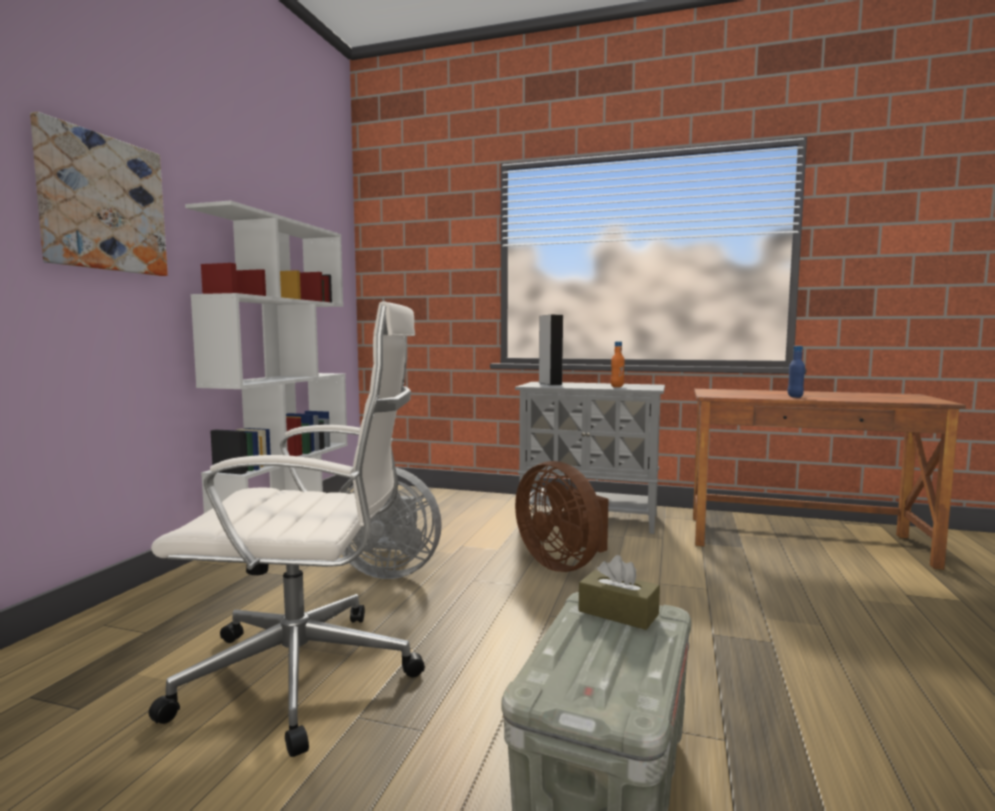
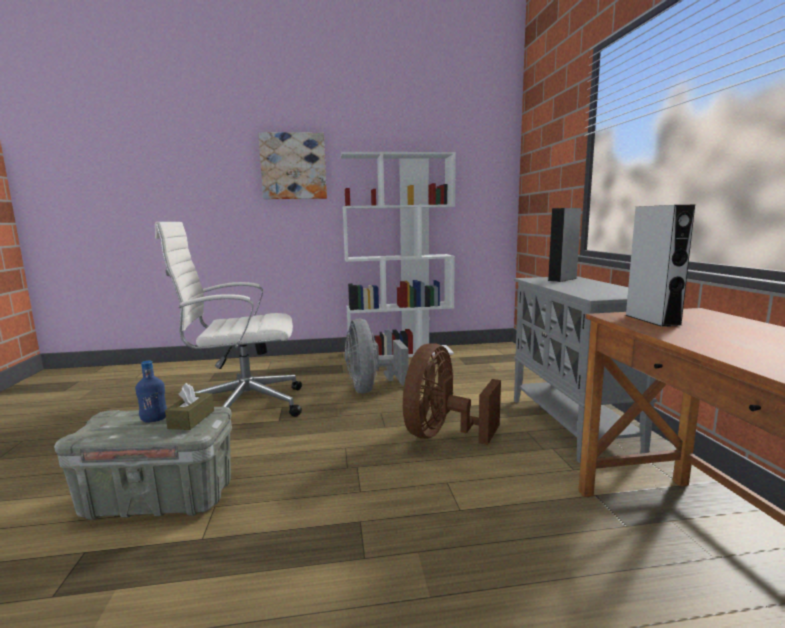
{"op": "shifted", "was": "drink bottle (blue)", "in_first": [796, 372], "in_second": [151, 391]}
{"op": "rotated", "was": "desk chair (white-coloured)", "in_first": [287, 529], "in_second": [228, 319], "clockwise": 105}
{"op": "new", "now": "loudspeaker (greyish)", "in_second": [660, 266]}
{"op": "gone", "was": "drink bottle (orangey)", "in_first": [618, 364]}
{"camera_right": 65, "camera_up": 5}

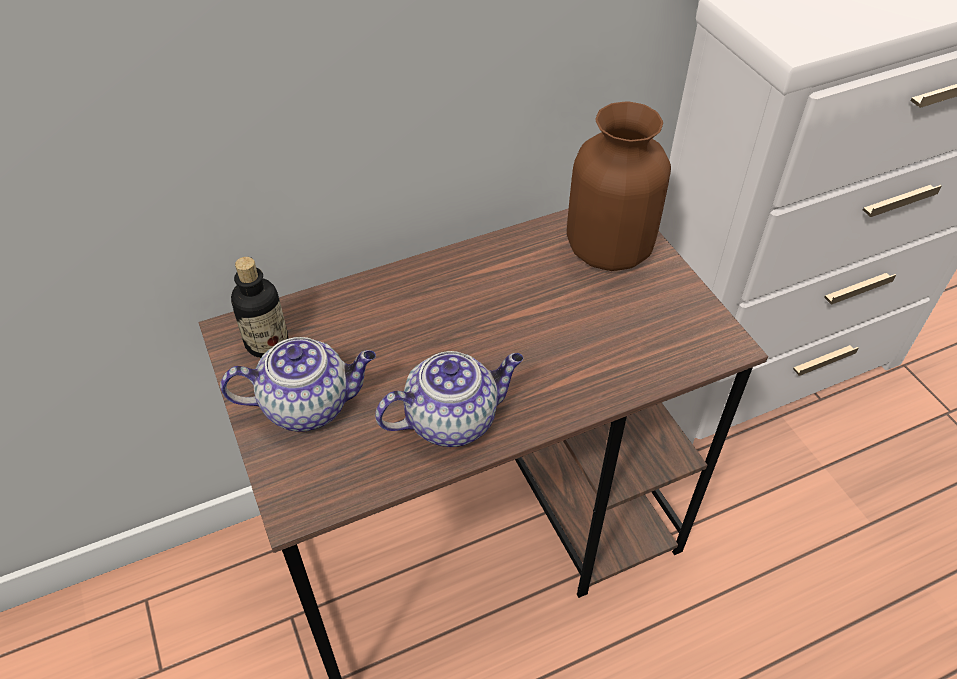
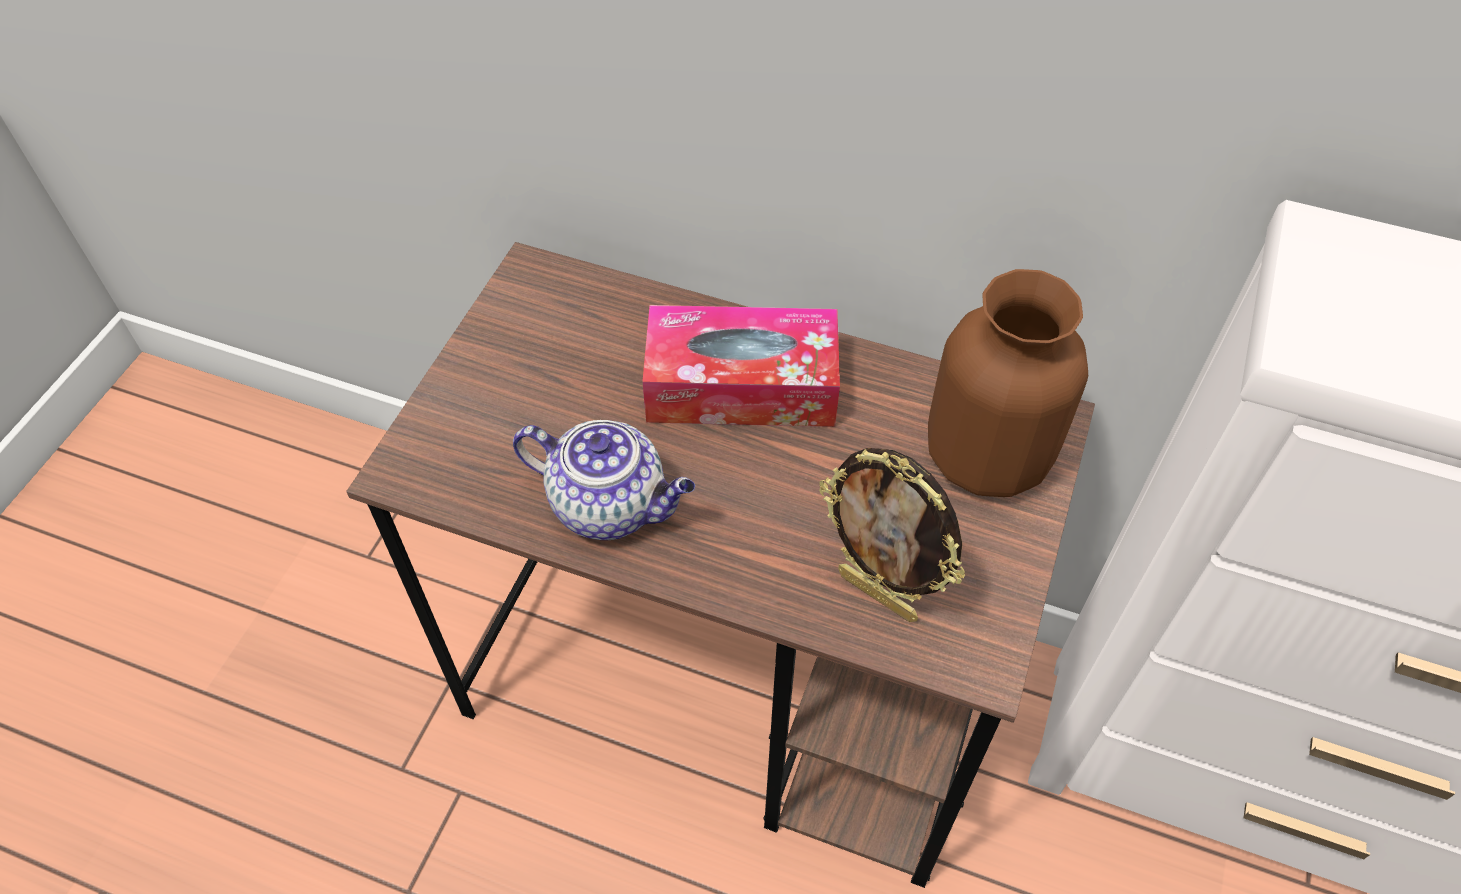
{"op": "new", "now": "box of tissues", "in_second": [741, 366]}
{"op": "new", "now": "photo frame", "in_second": [892, 535]}
{"op": "gone", "was": "pot for tea", "in_first": [298, 384]}
{"op": "gone", "was": "drink bottle", "in_first": [259, 307]}
{"camera_right": 45, "camera_up": 5}

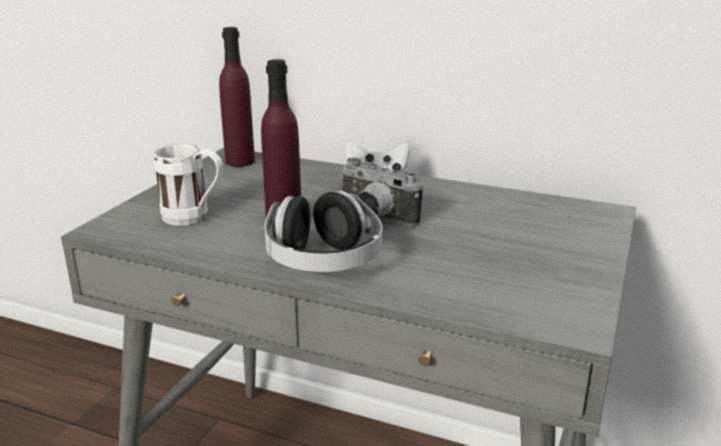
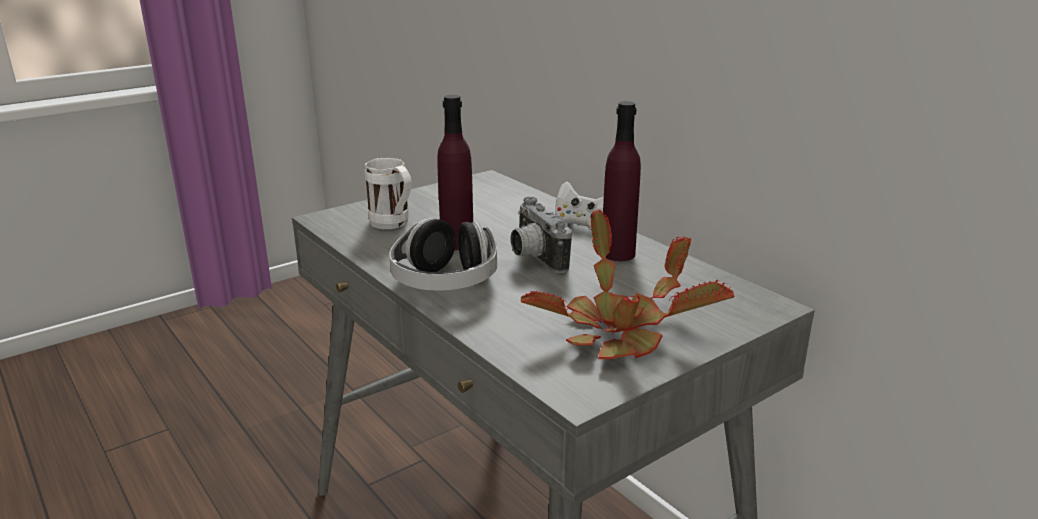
{"op": "new", "now": "houseplant", "in_second": [627, 284]}
{"op": "shifted", "was": "drink bottle (purple)", "in_first": [237, 97], "in_second": [622, 181]}
{"camera_right": 30, "camera_up": 0}

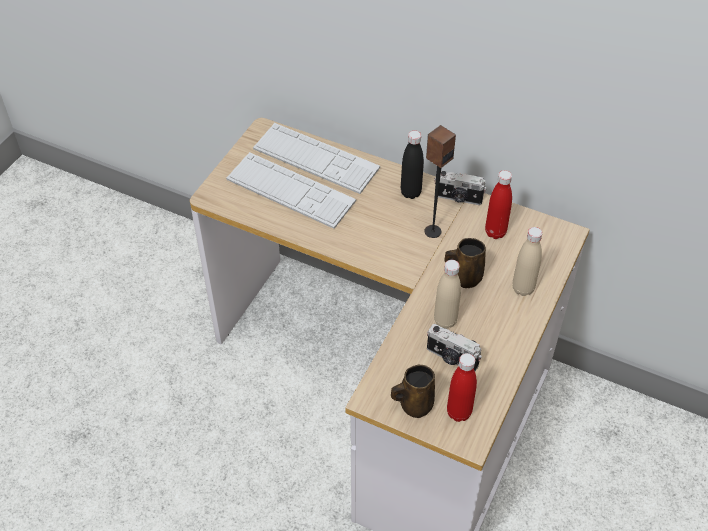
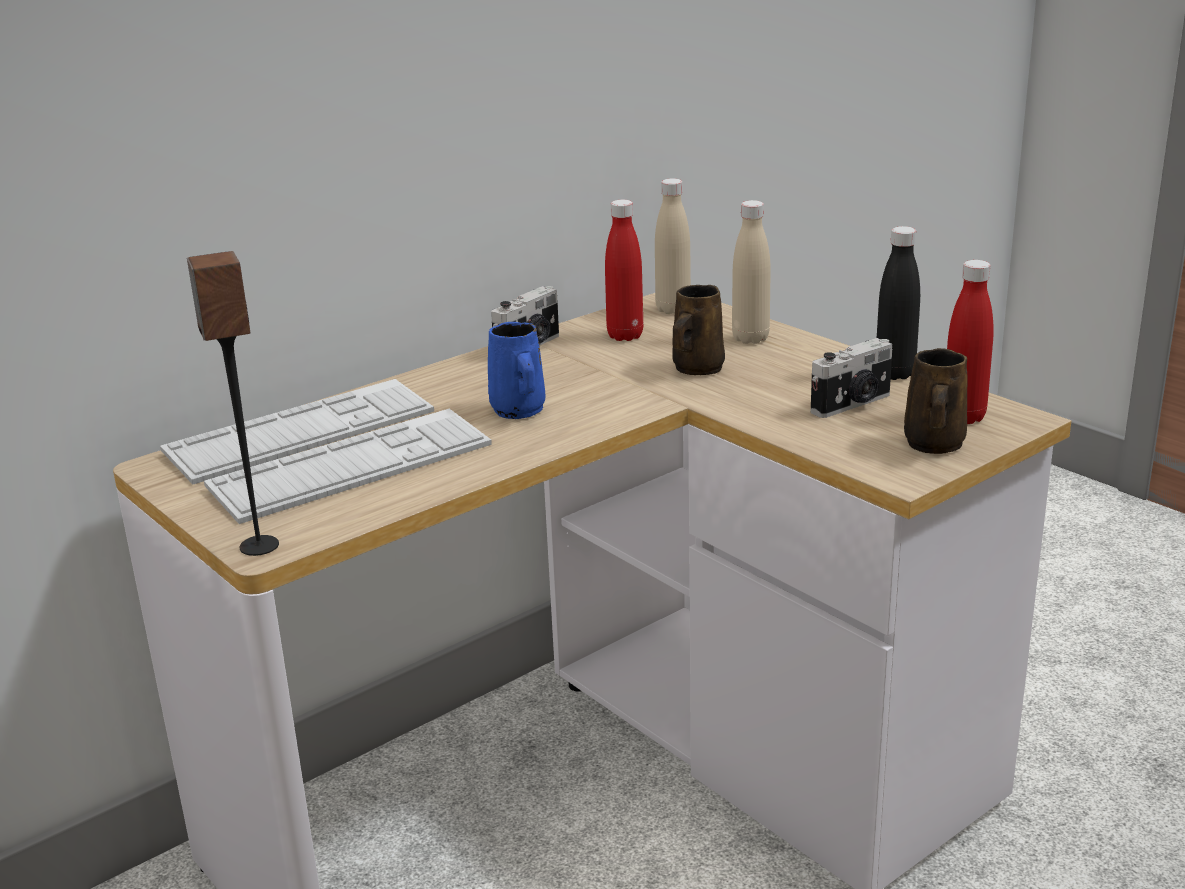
{"op": "shifted", "was": "loudspeaker", "in_first": [440, 181], "in_second": [233, 403]}
{"op": "new", "now": "mug (blue)", "in_second": [516, 370]}
{"op": "shifted", "was": "drink bottle (beige-coloured)", "in_first": [447, 294], "in_second": [673, 246]}
{"op": "shifted", "was": "drink bottle (blackish)", "in_first": [412, 164], "in_second": [898, 303]}
{"camera_right": -65, "camera_up": -25}

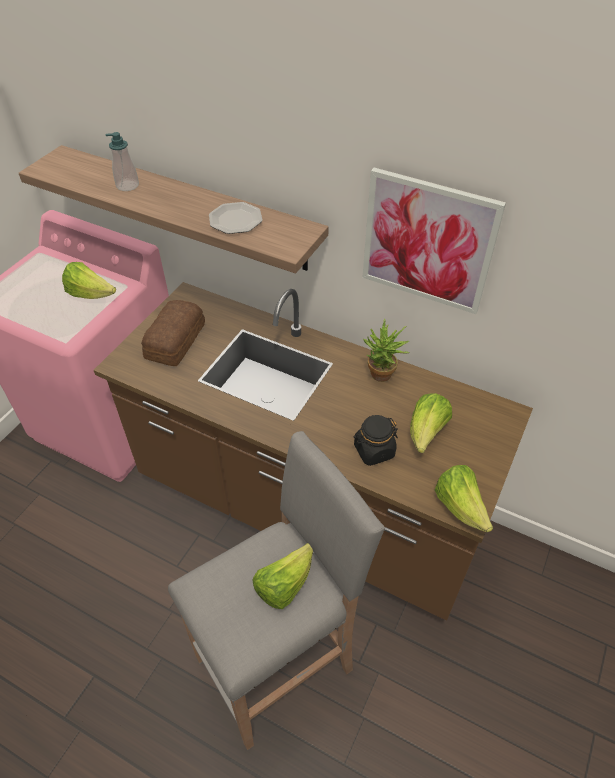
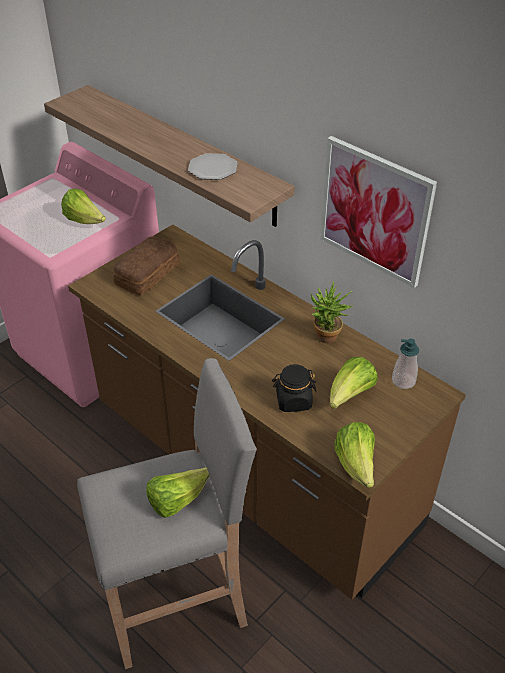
{"op": "shifted", "was": "soap bottle", "in_first": [122, 161], "in_second": [405, 363]}
{"camera_right": 15, "camera_up": -5}

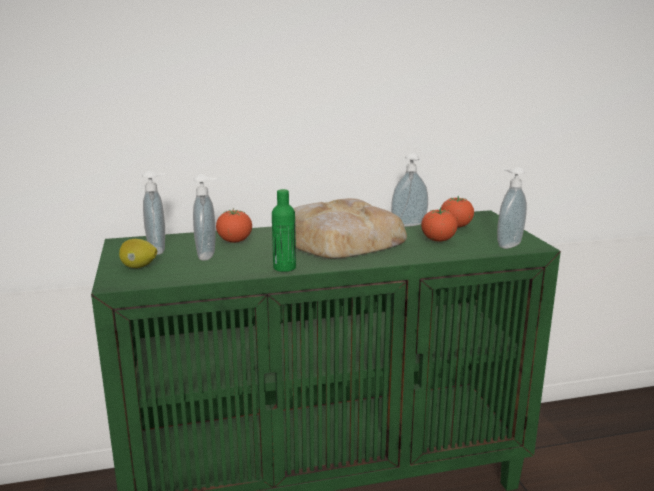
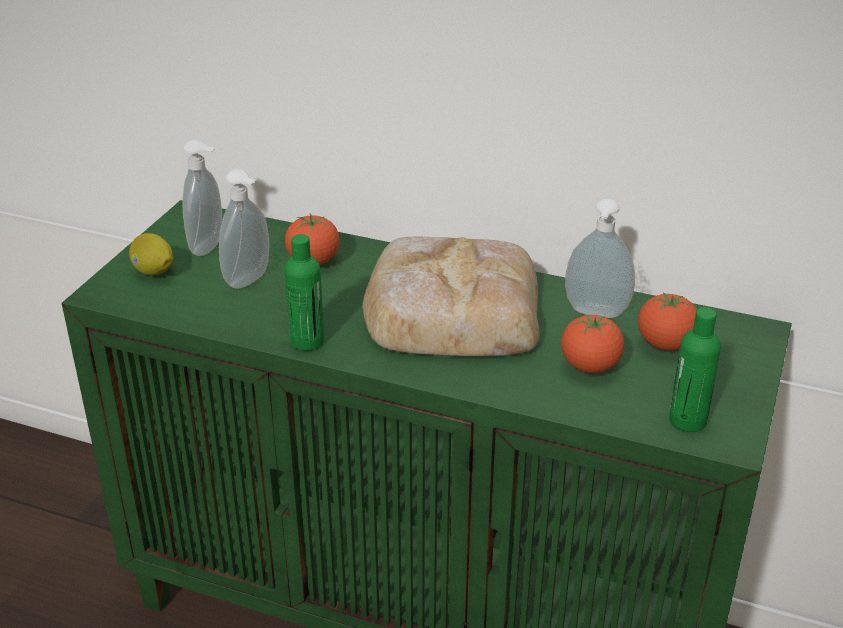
{"op": "swapped", "was": "soap bottle", "now": "drink bottle (greenish)", "in_first": [512, 208], "in_second": [695, 369]}
{"camera_right": 35, "camera_up": 15}

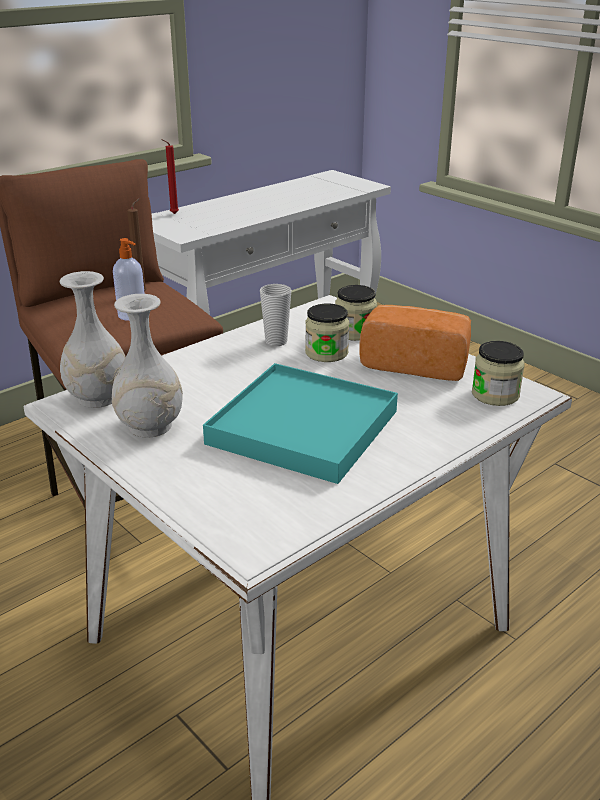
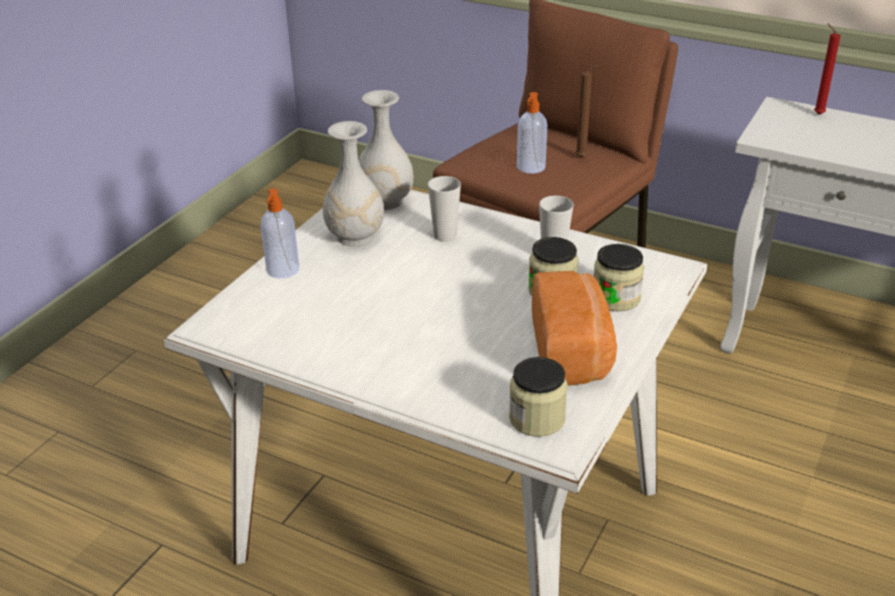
{"op": "new", "now": "soap bottle", "in_second": [279, 233]}
{"op": "new", "now": "small cup", "in_second": [444, 208]}
{"op": "gone", "was": "serving tray (turquoise)", "in_first": [300, 423]}
{"camera_right": 70, "camera_up": 5}

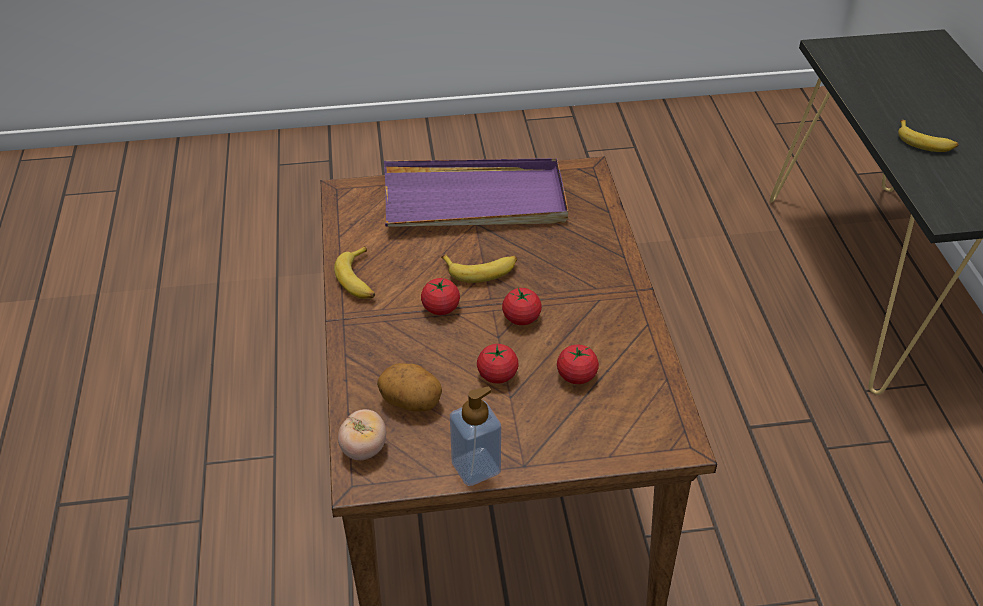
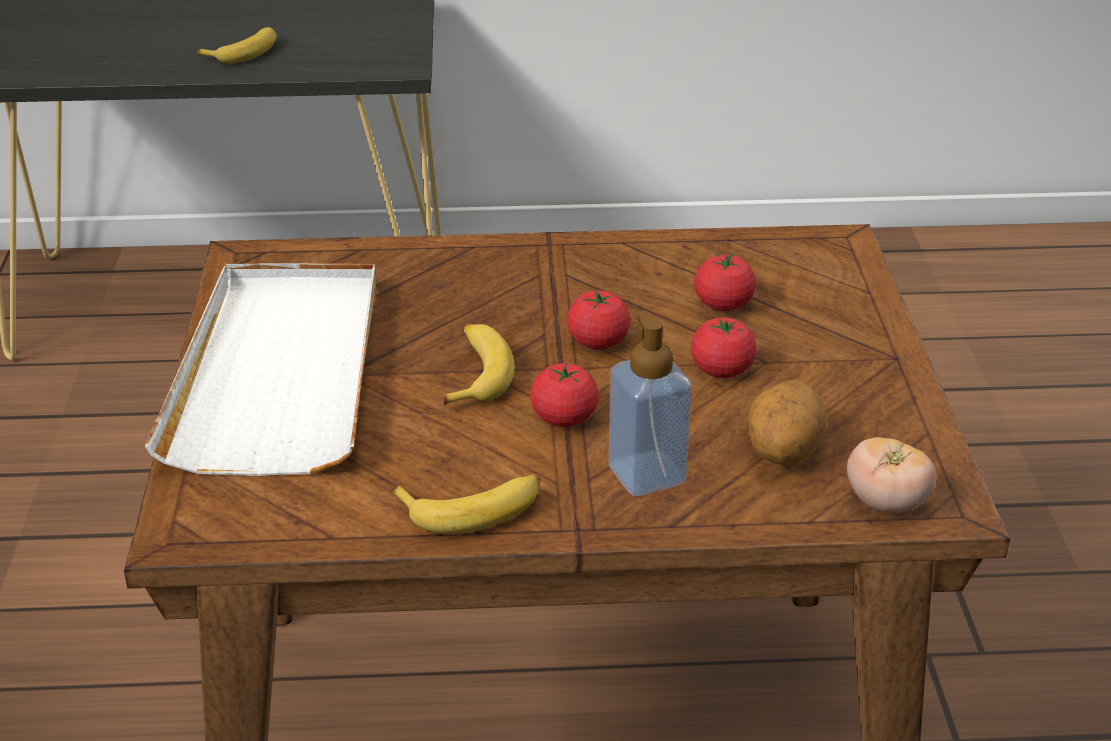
{"op": "repainted", "was": "serving tray (purple)", "now": "serving tray (white-coloured)", "in_first": [476, 192], "in_second": [260, 369]}
{"op": "shifted", "was": "soap bottle", "in_first": [475, 436], "in_second": [650, 403]}
{"camera_right": -85, "camera_up": -10}

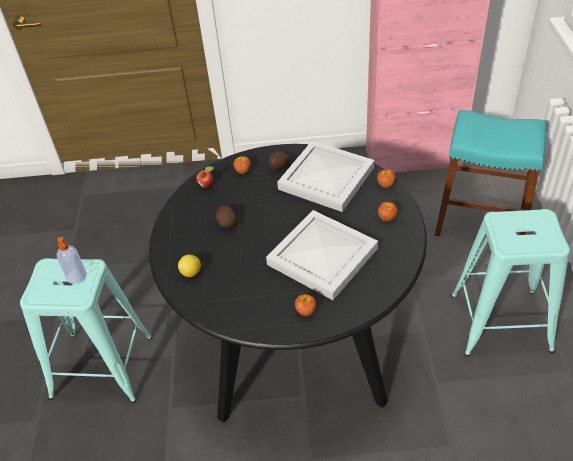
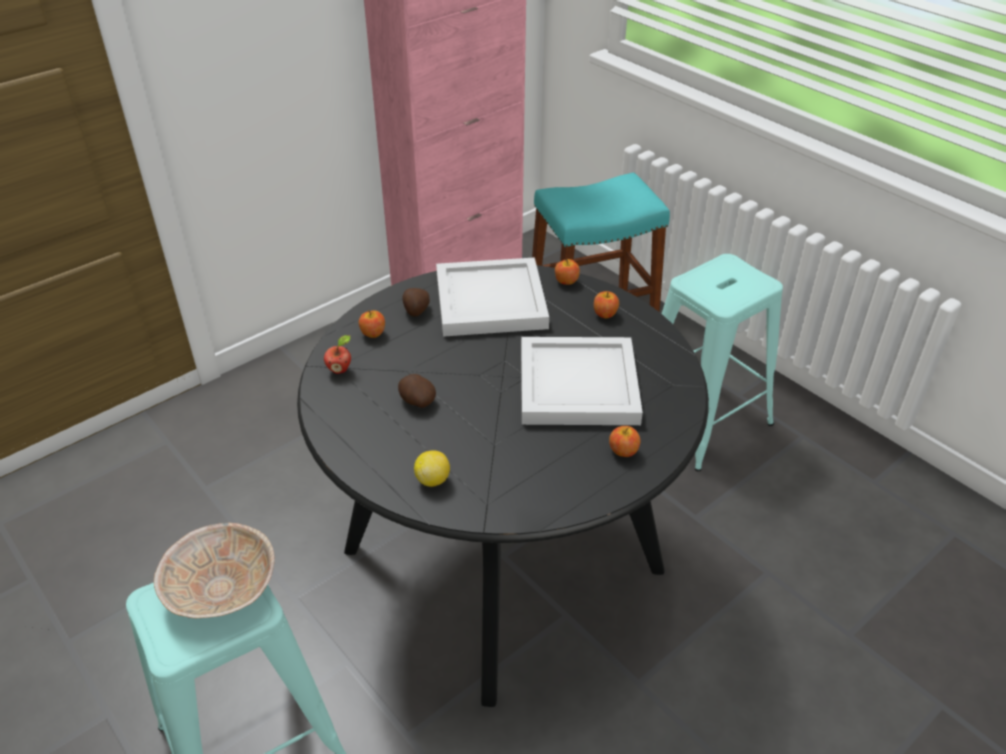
{"op": "swapped", "was": "soap bottle", "now": "deep dish (beige-coloured)", "in_first": [72, 260], "in_second": [214, 571]}
{"camera_right": -40, "camera_up": -5}

